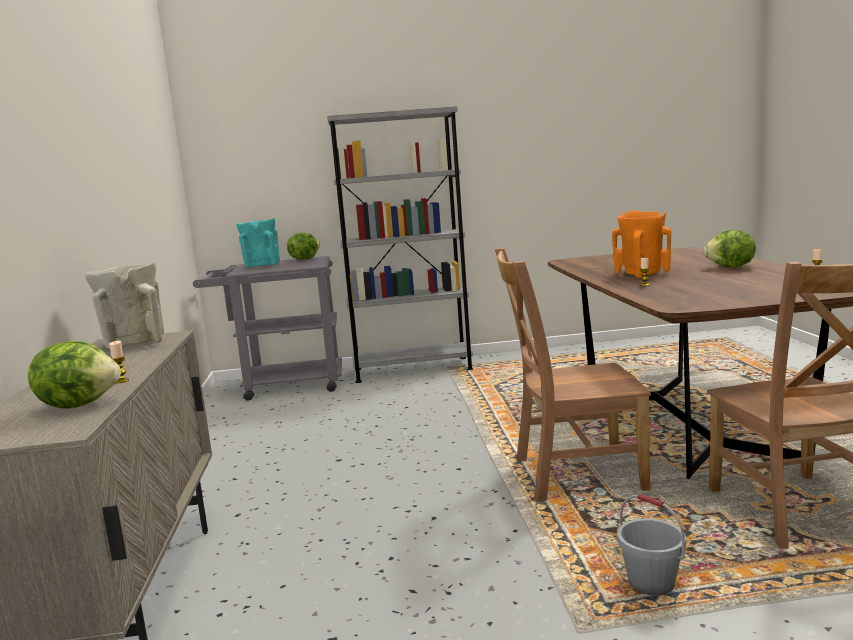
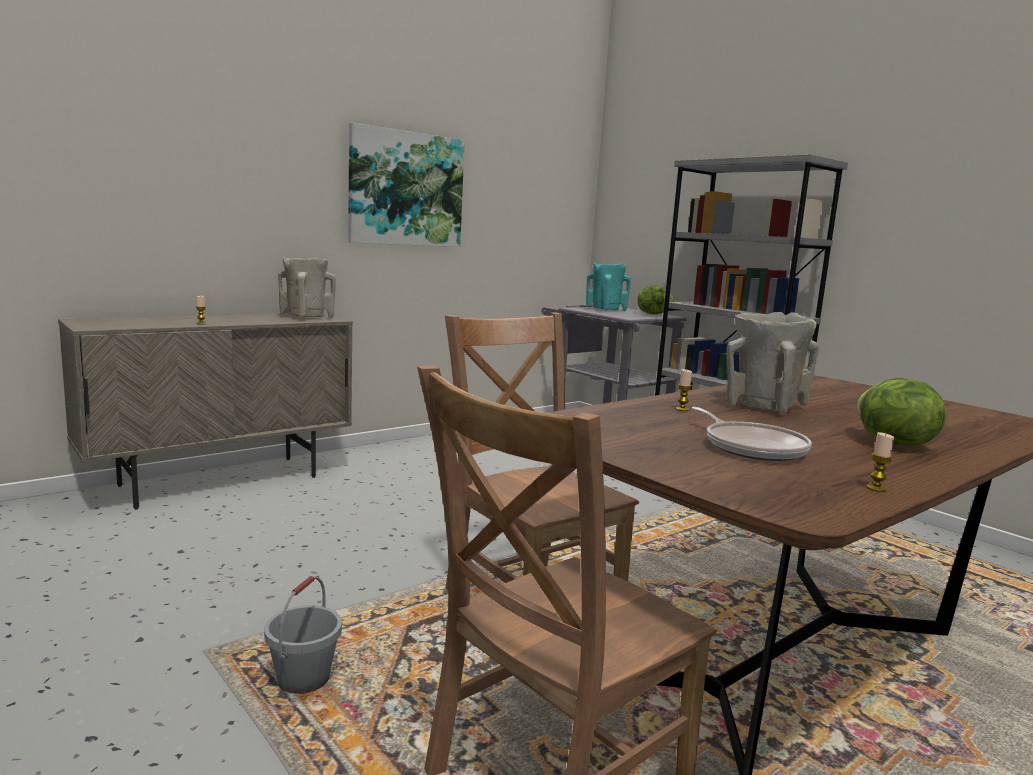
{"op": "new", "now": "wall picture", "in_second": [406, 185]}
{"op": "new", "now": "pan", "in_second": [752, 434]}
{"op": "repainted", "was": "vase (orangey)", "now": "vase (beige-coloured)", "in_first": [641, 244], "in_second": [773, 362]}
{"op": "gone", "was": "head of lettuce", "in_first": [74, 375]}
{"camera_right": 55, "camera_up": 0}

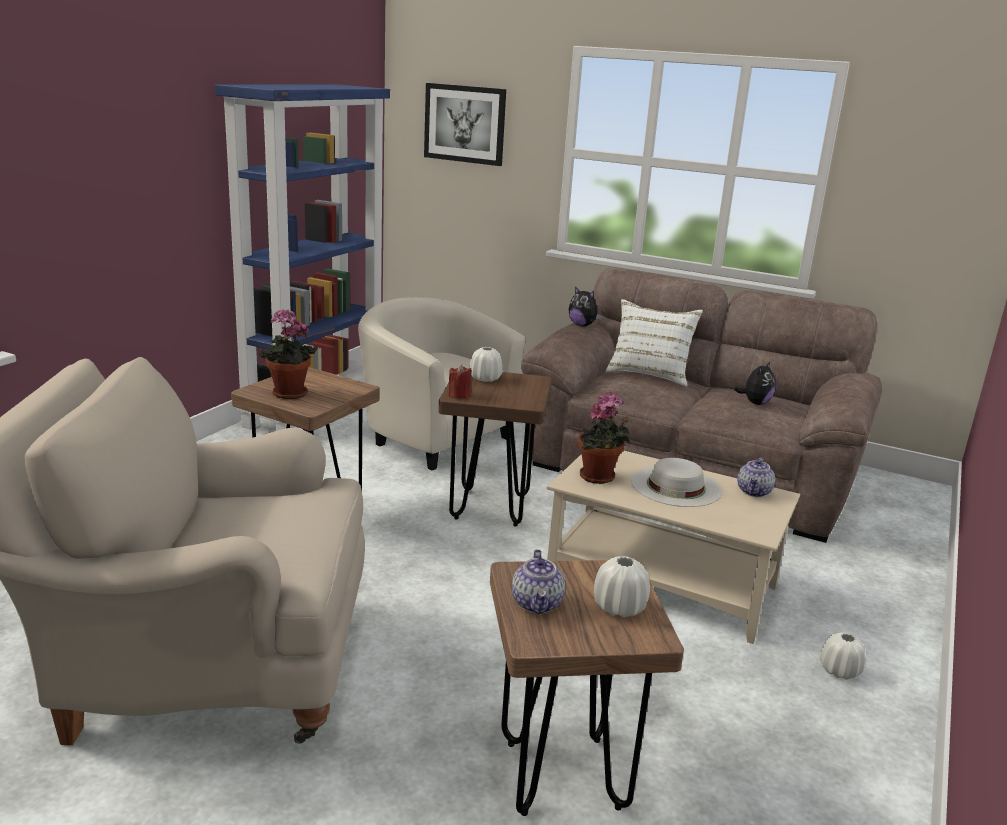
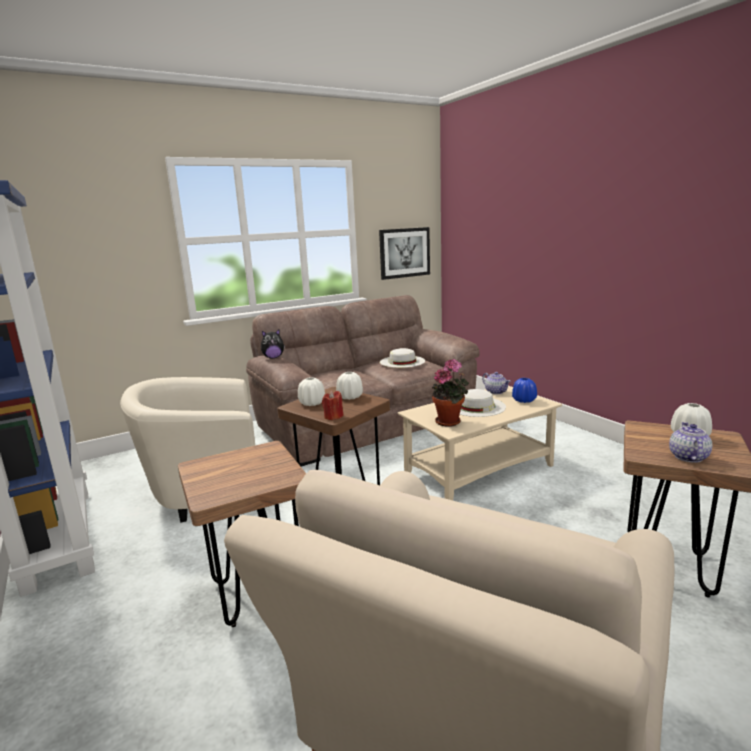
{"op": "shifted", "was": "vase (white-coloured)", "in_first": [842, 656], "in_second": [349, 386]}
{"op": "shifted", "was": "wall picture", "in_first": [465, 124], "in_second": [404, 253]}
{"op": "swapped", "was": "soft toy", "now": "clothing hat (white-coloured)", "in_first": [755, 383], "in_second": [402, 358]}
{"op": "new", "now": "vase (blue)", "in_second": [524, 390]}
{"op": "rotated", "was": "pot for tea", "in_first": [538, 581], "in_second": [690, 442], "clockwise": -105}
{"op": "gone", "was": "houseplant", "in_first": [288, 353]}
{"op": "gone", "was": "pillow (white-coloured)", "in_first": [654, 343]}
{"camera_right": -55, "camera_up": -5}

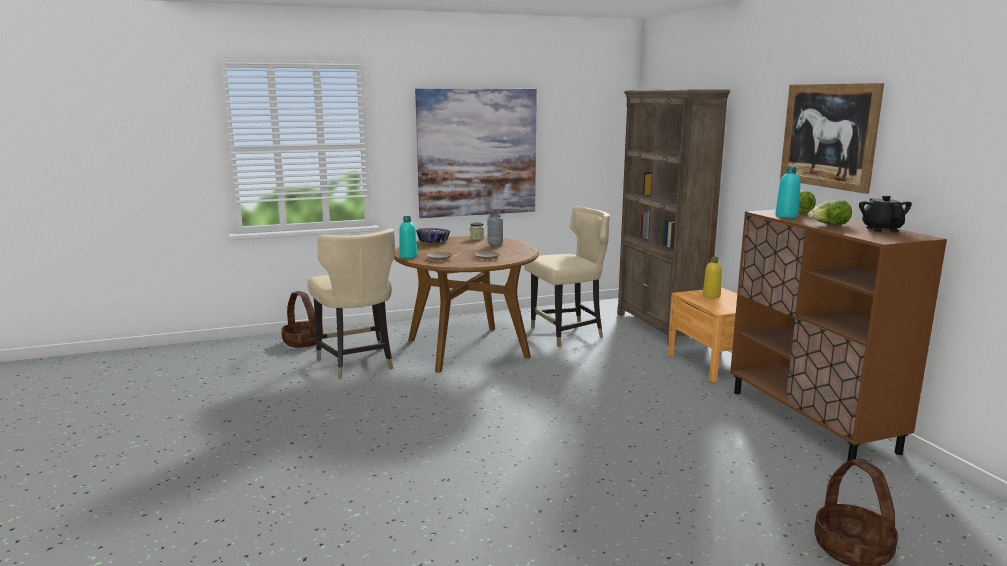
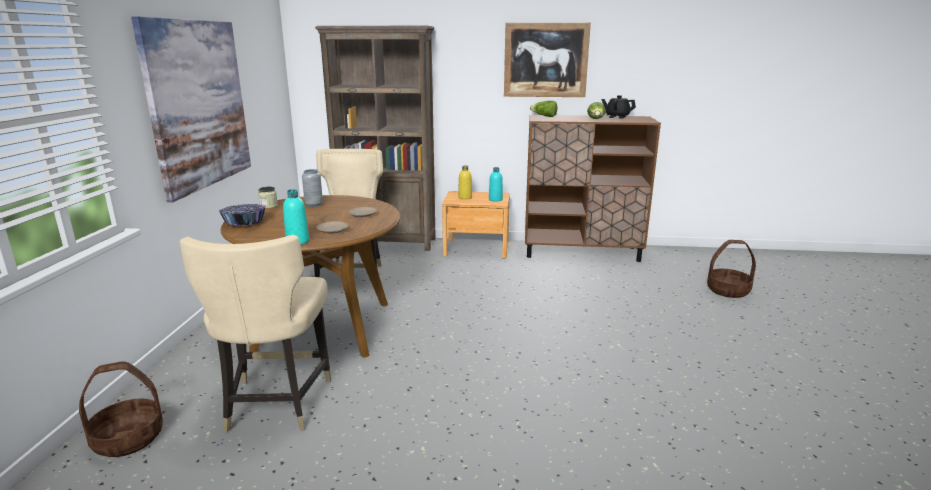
{"op": "rotated", "was": "plain chair (beige-coloured)", "in_first": [351, 303], "in_second": [255, 334], "clockwise": 90}
{"op": "shifted", "was": "drink bottle (turquoise)", "in_first": [788, 192], "in_second": [496, 184]}
{"camera_right": -65, "camera_up": 5}

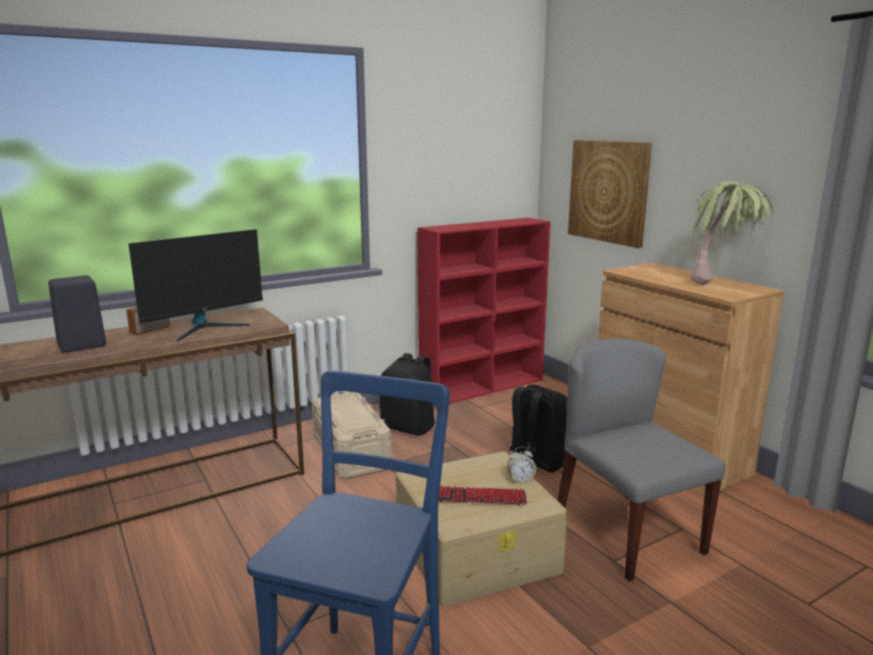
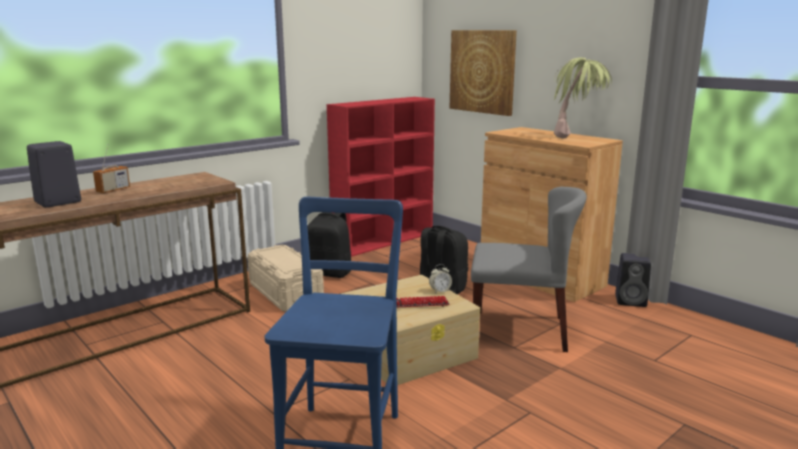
{"op": "rotated", "was": "plain chair (greyish)", "in_first": [641, 460], "in_second": [529, 269], "clockwise": 135}
{"op": "new", "now": "loudspeaker (blackish)", "in_second": [633, 280]}
{"op": "gone", "was": "monitor", "in_first": [195, 285]}
{"camera_right": -10, "camera_up": 0}

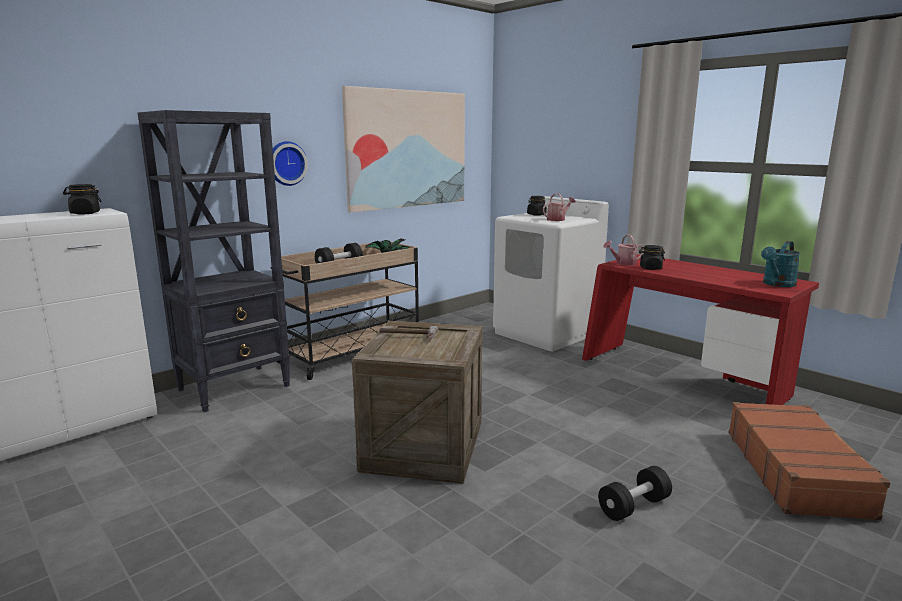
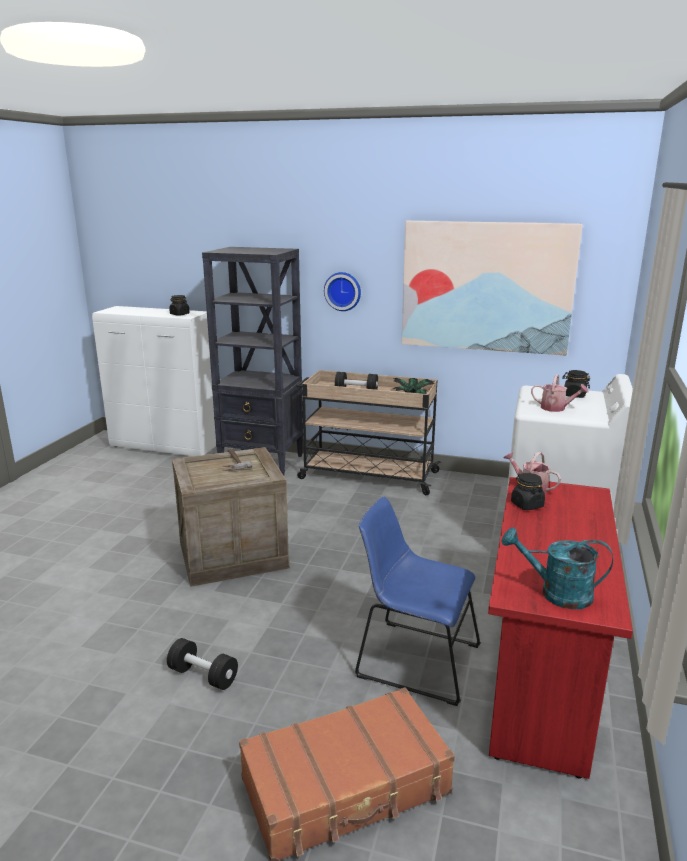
{"op": "new", "now": "plain chair (blue)", "in_second": [418, 601]}
{"camera_right": 60, "camera_up": 5}

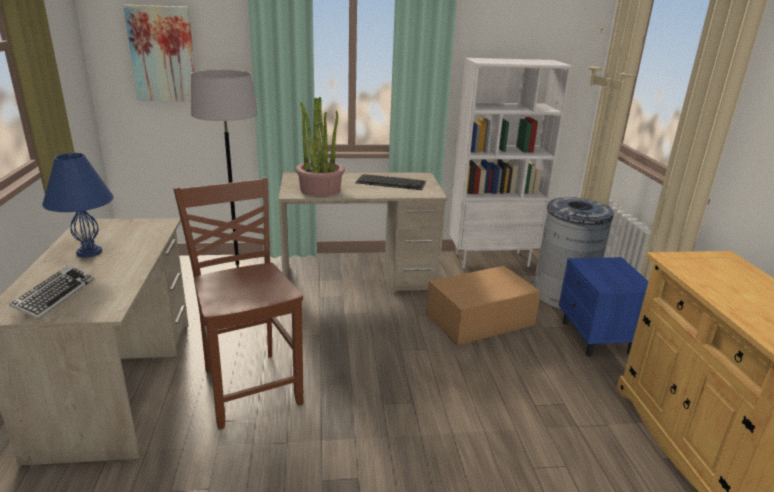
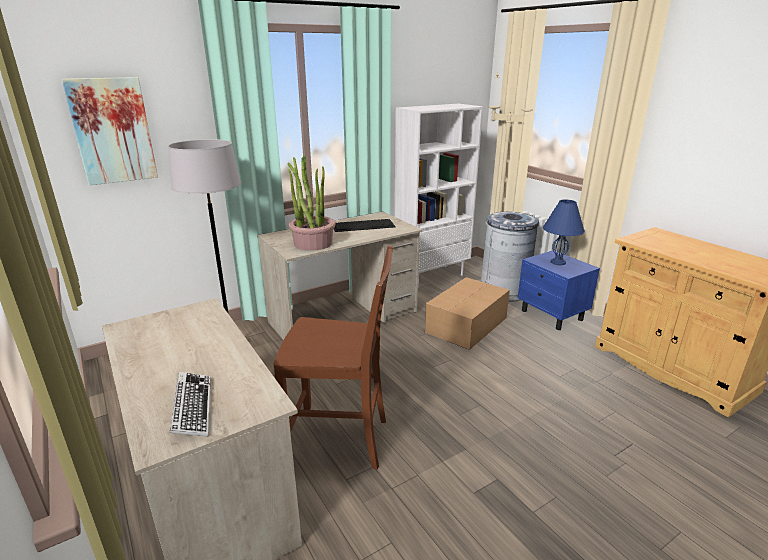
{"op": "rotated", "was": "plain chair (brownish)", "in_first": [238, 303], "in_second": [333, 357], "clockwise": 150}
{"op": "shifted", "was": "lamp for a table (blue)", "in_first": [78, 205], "in_second": [564, 232]}
{"camera_right": -25, "camera_up": 0}

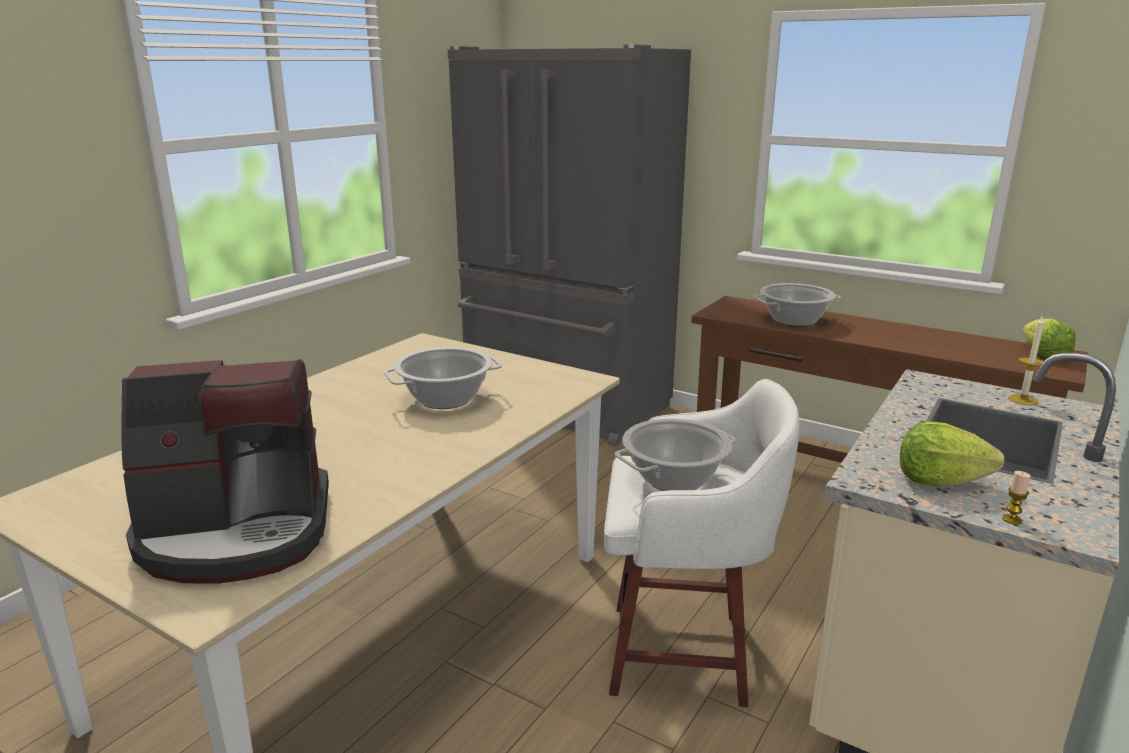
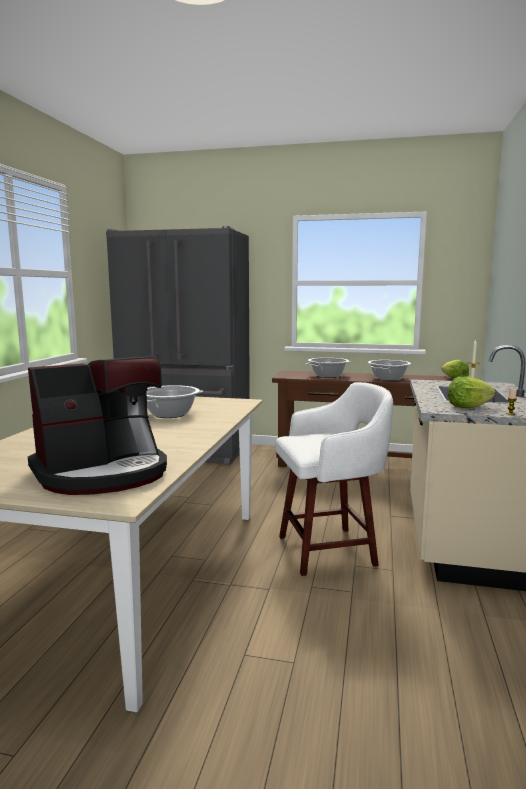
{"op": "shifted", "was": "cooking pot", "in_first": [675, 454], "in_second": [389, 370]}
{"camera_right": -20, "camera_up": -10}

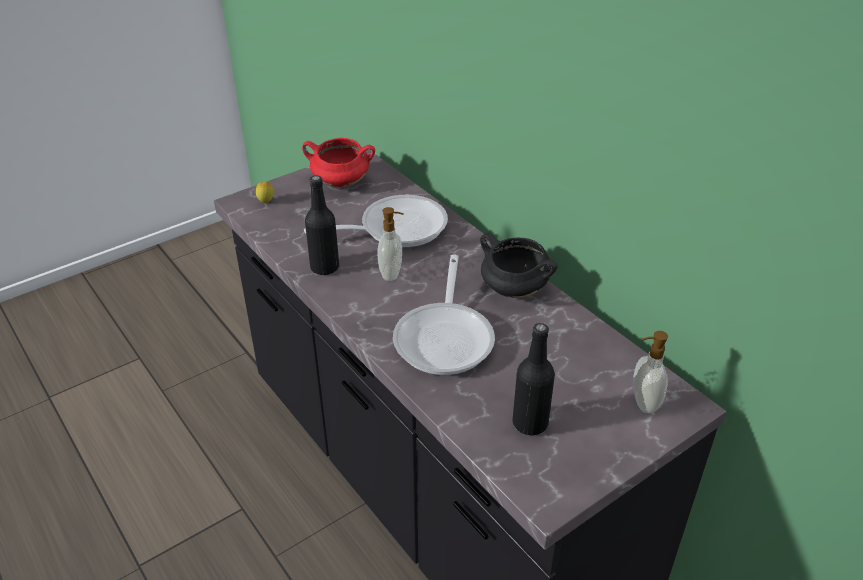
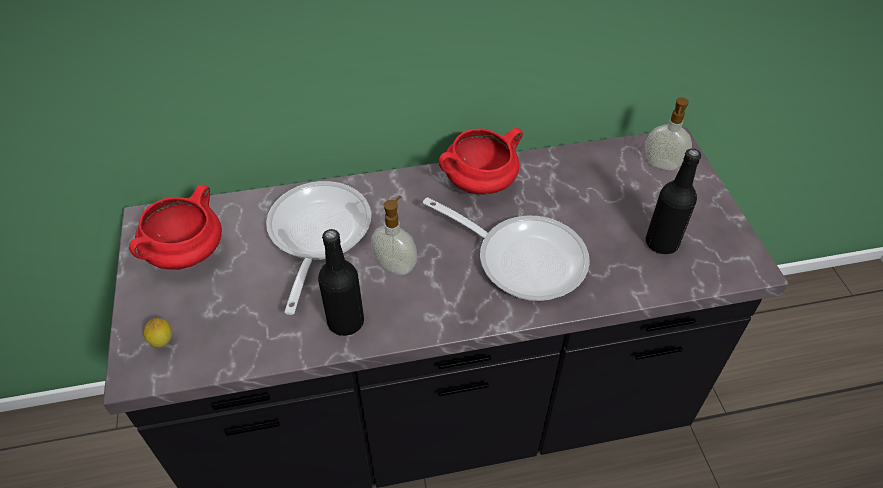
{"op": "repainted", "was": "cooking pot (blackish)", "now": "cooking pot (reddish)", "in_first": [519, 265], "in_second": [481, 161]}
{"camera_right": -65, "camera_up": 10}

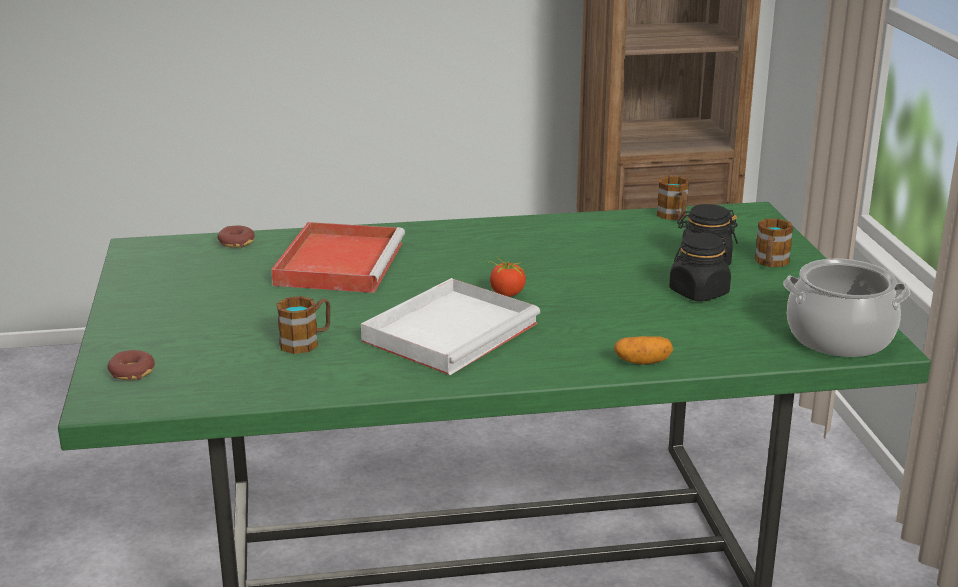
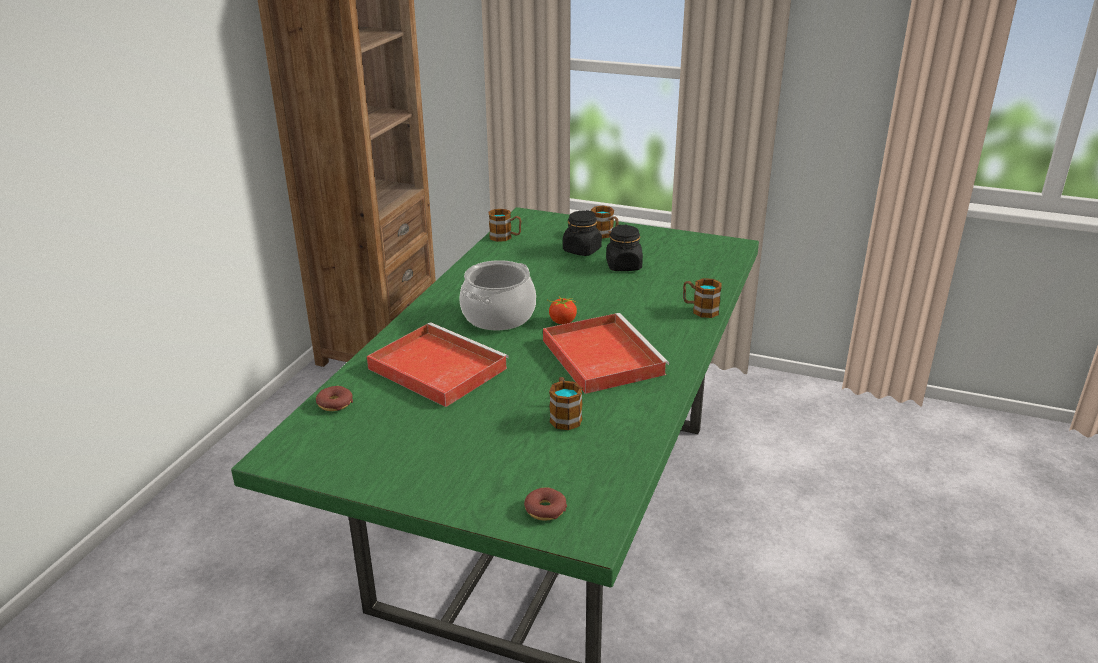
{"op": "shifted", "was": "cooking pot", "in_first": [846, 308], "in_second": [497, 295]}
{"op": "repainted", "was": "serving tray (white-coloured)", "now": "serving tray (reddish)", "in_first": [450, 326], "in_second": [606, 353]}
{"op": "swapped", "was": "spud", "now": "mug", "in_first": [643, 350], "in_second": [702, 298]}
{"camera_right": -60, "camera_up": 5}

